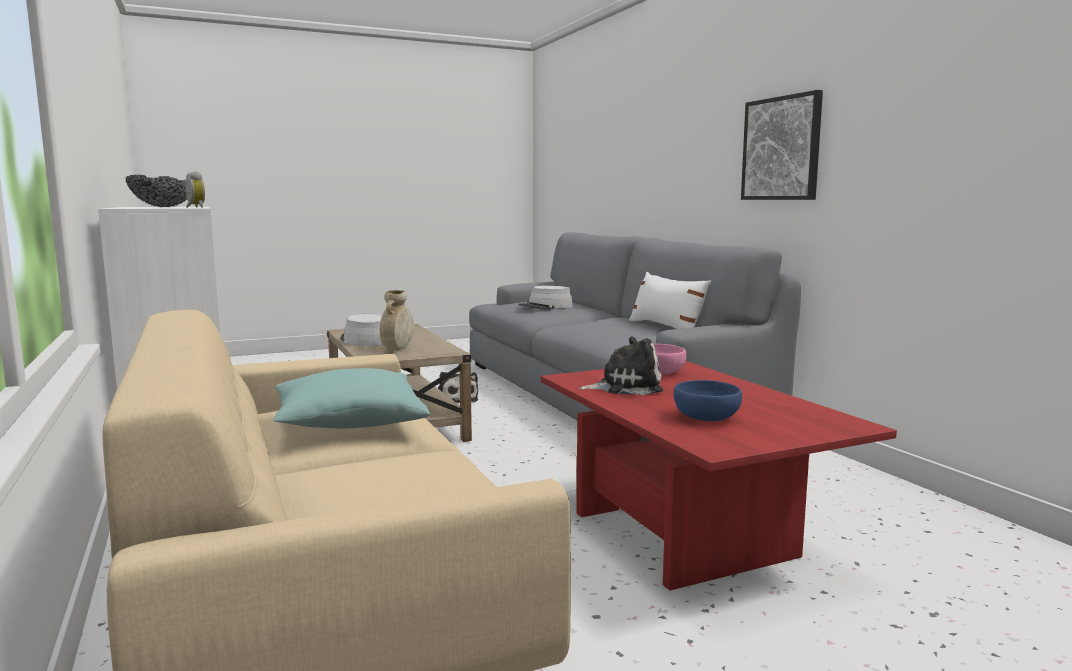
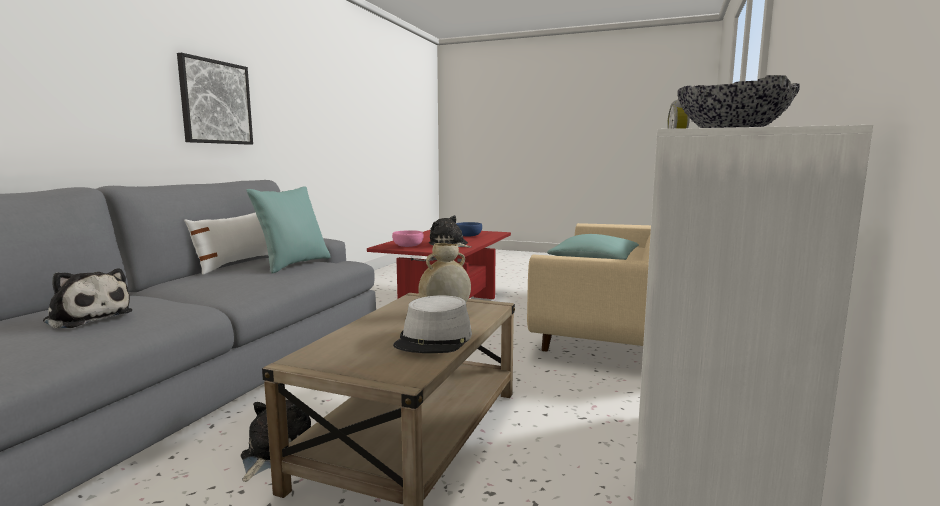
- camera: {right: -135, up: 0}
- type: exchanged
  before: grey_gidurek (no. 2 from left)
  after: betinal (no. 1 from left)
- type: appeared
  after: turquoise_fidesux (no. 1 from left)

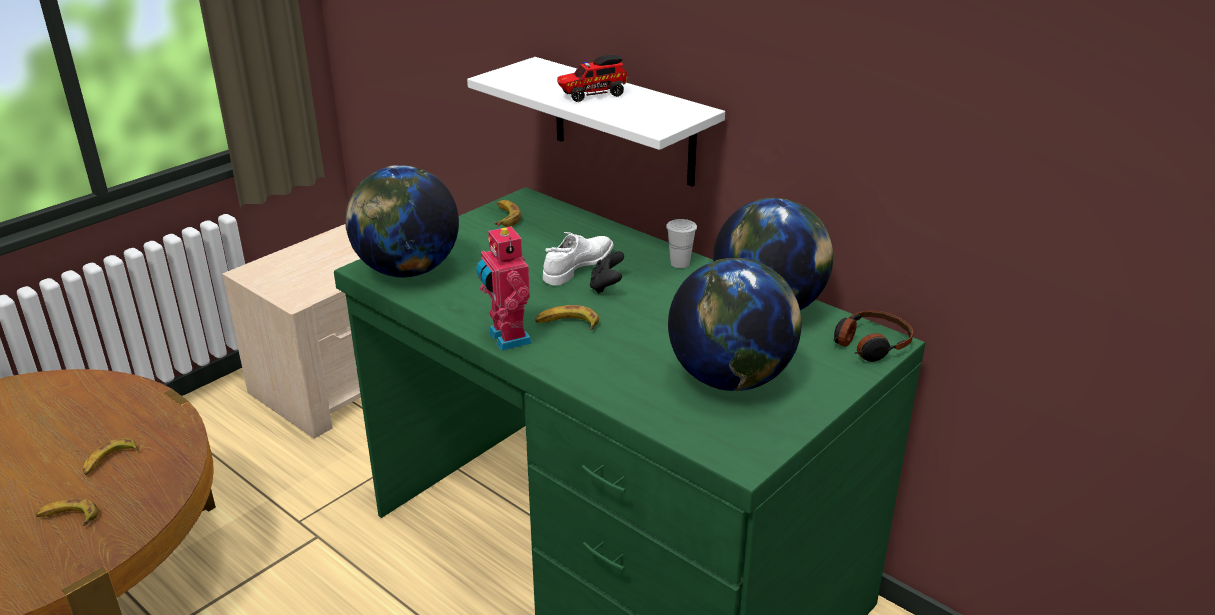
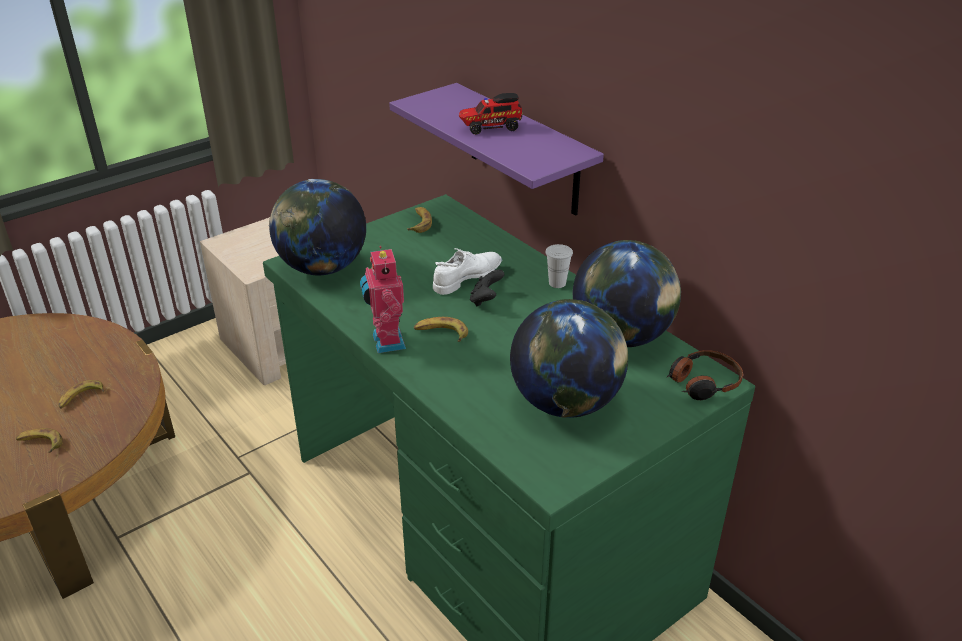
- camera: {right: 10, up: 5}
- type: colour
  before: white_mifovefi
  after: purple_mifovefi

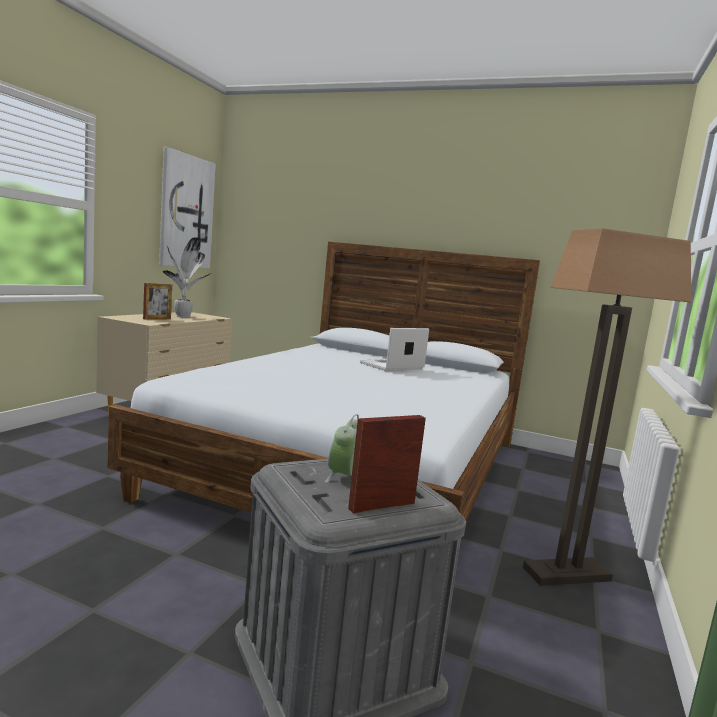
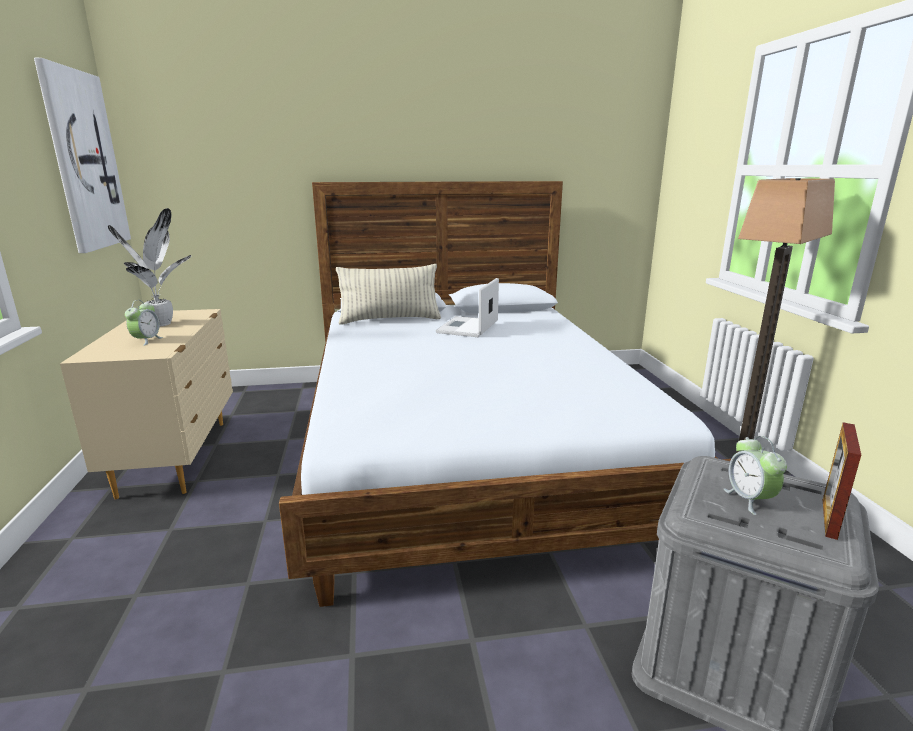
- camera: {right: -30, up: 10}
- type: exchanged
  before: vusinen (no. 1 from left)
  after: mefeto (no. 1 from left)
- type: appeared
  after: fidesux

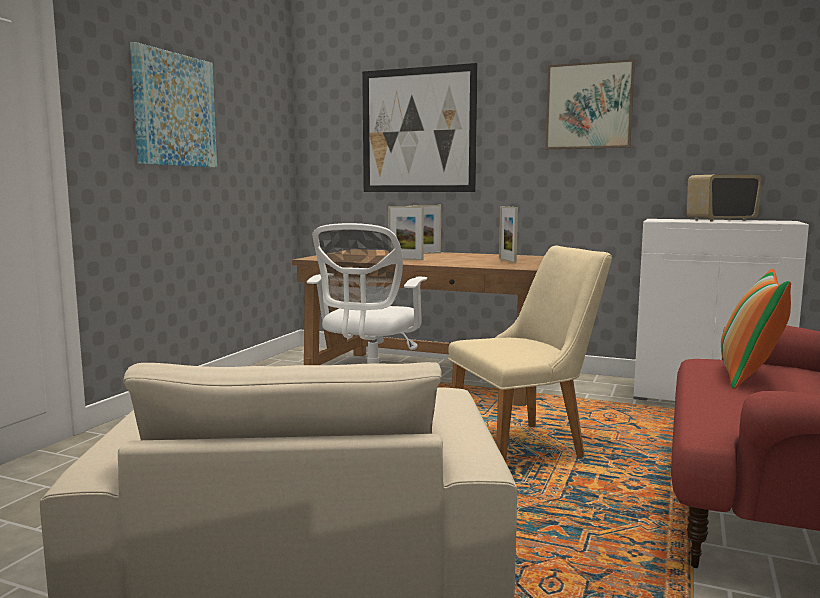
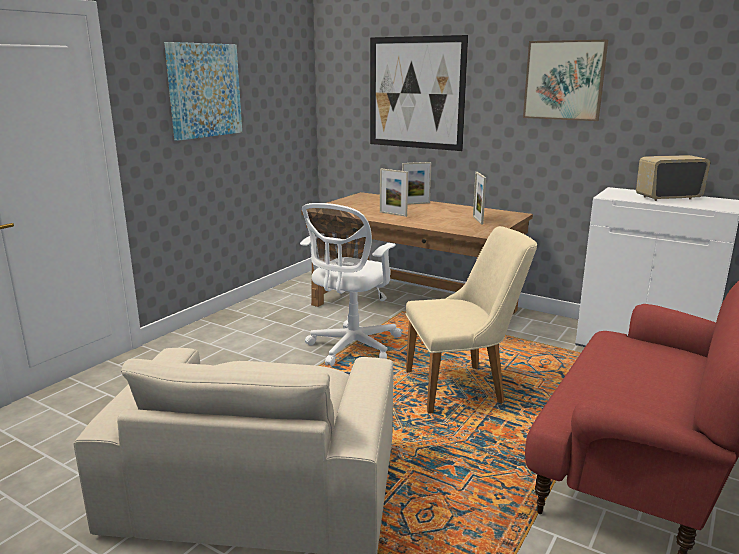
- camera: {right: 10, up: 10}
- type: missing
  before: fidesux

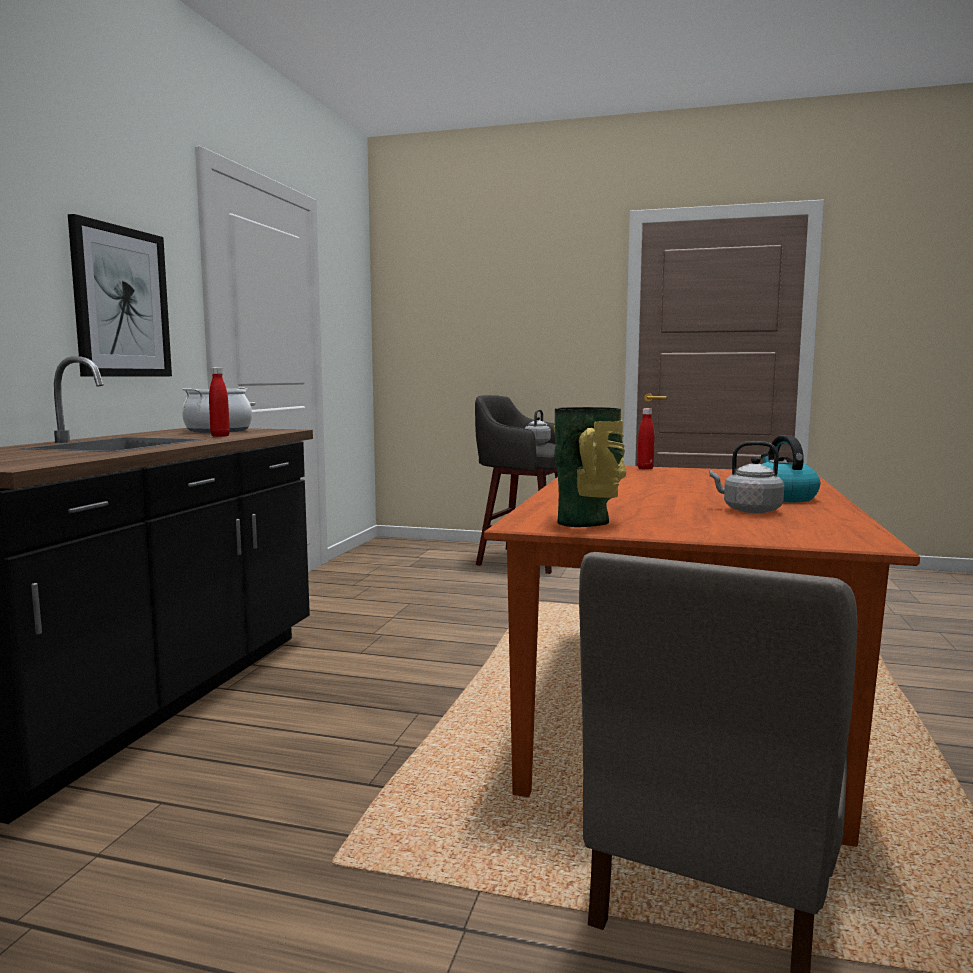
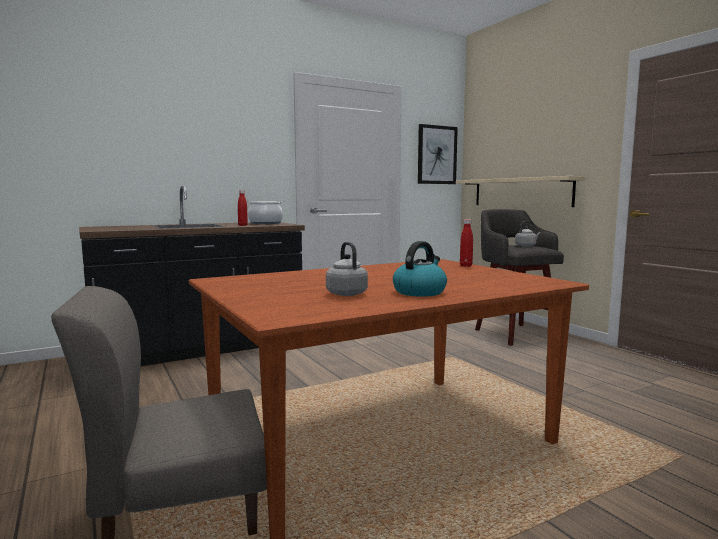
- camera: {right: 45, up: 0}
- type: relocated
  before: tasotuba
- type: missing
  before: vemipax
- type: appeared
  after: beige_mifovefi

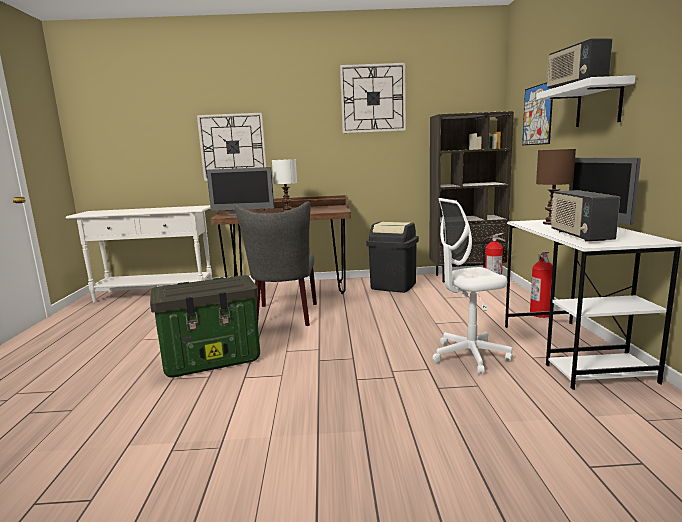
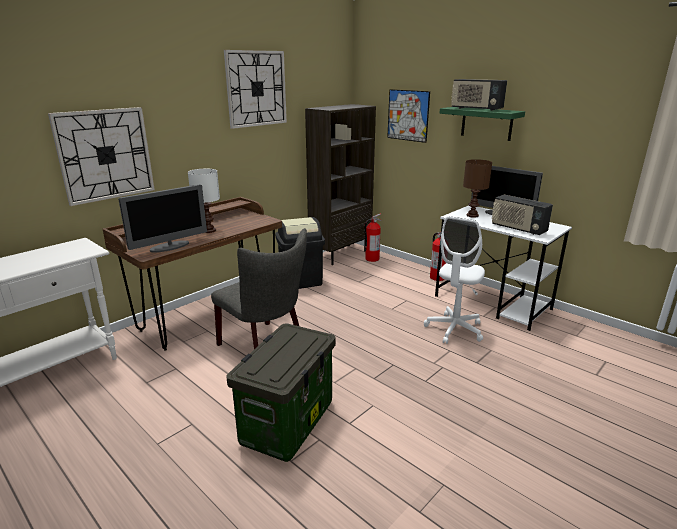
- camera: {right: -45, up: 10}
- type: colour
  before: white_mifovefi
  after: green_mifovefi

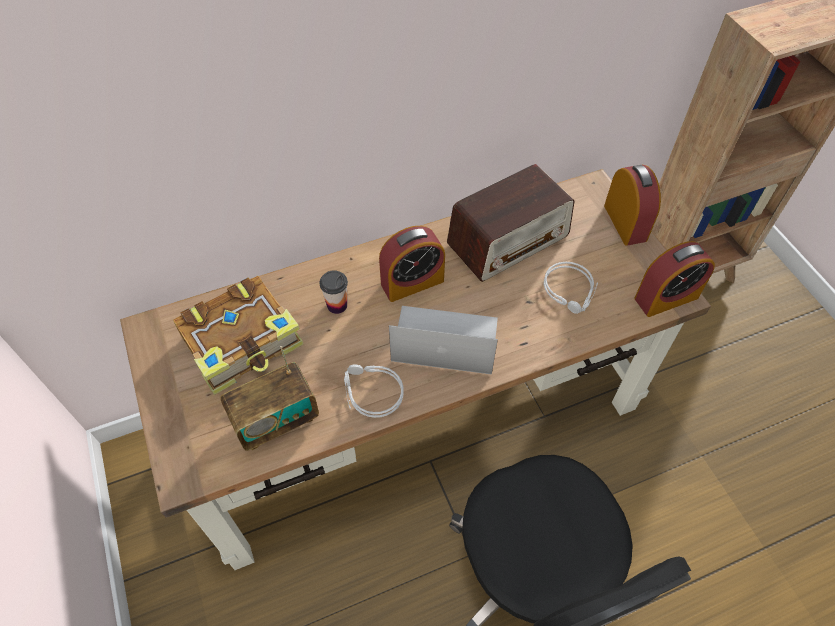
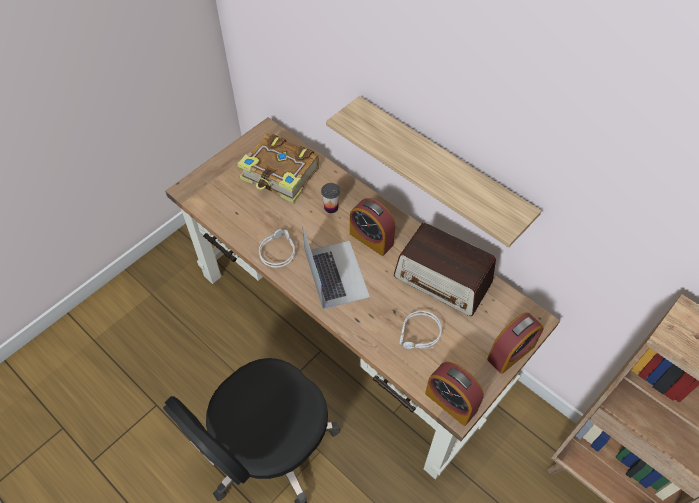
- camera: {right: 65, up: 0}
- type: missing
  before: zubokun (no. 1 from left)
- type: appeared
  after: mifovefi

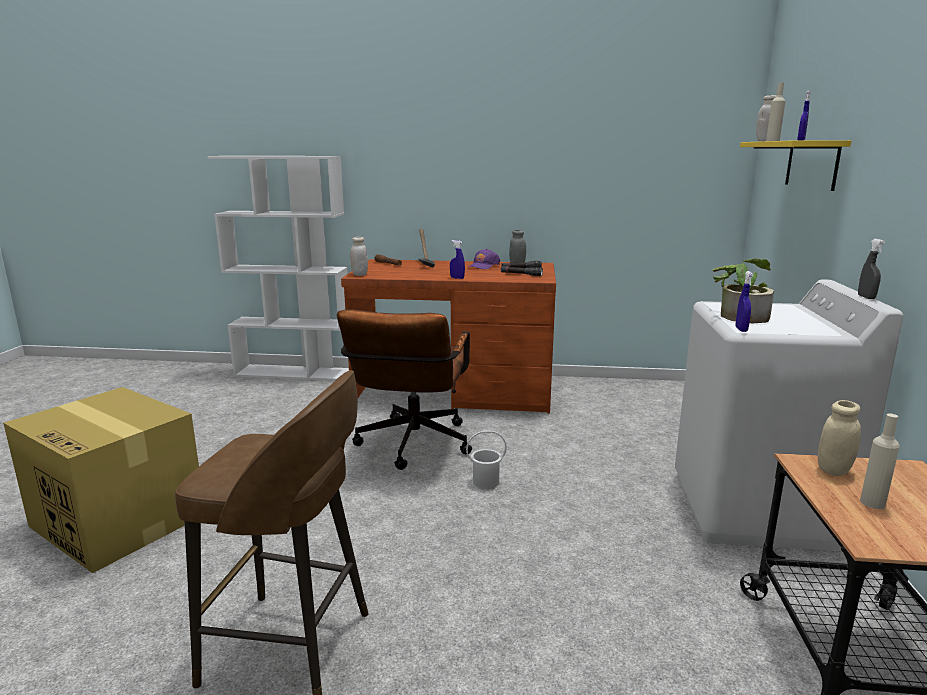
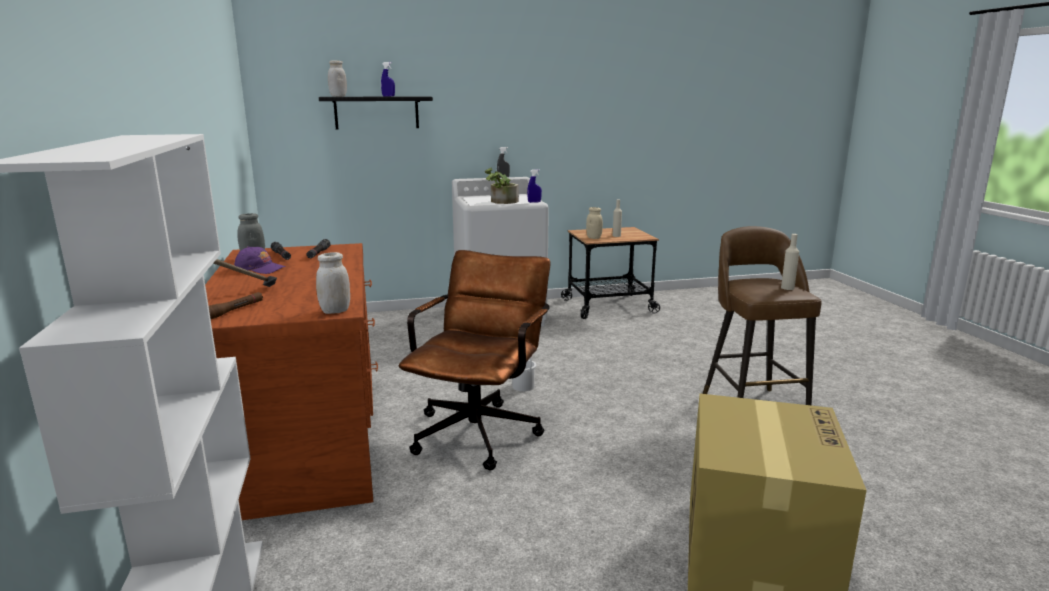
- camera: {right: -110, up: 0}
- type: relocated
  before: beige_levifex (no. 1 from left in the first image)
  after: beige_levifex (no. 2 from left)
- type: colour
  before: yellow_mifovefi
  after: black_mifovefi
- type: missing
  before: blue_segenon (no. 1 from left)
- type: spun
  before: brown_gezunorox
  turn: -60

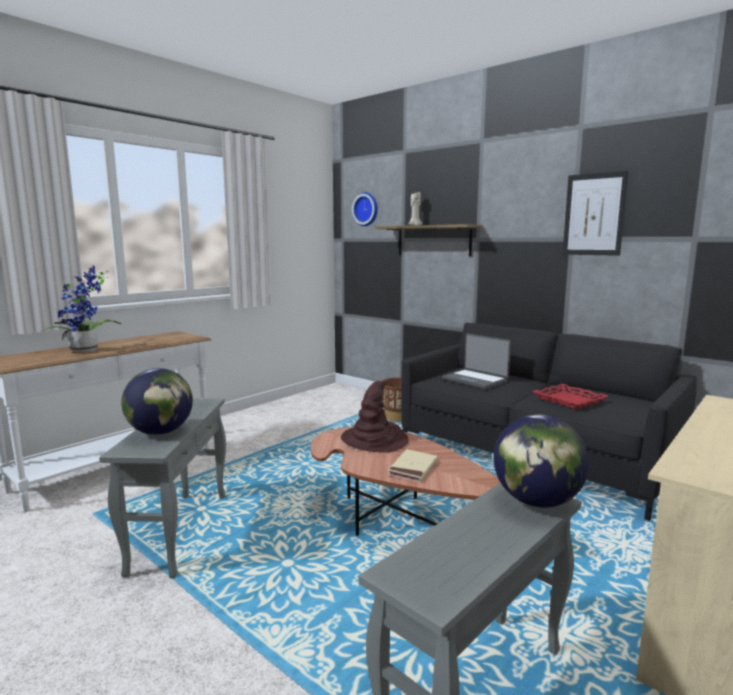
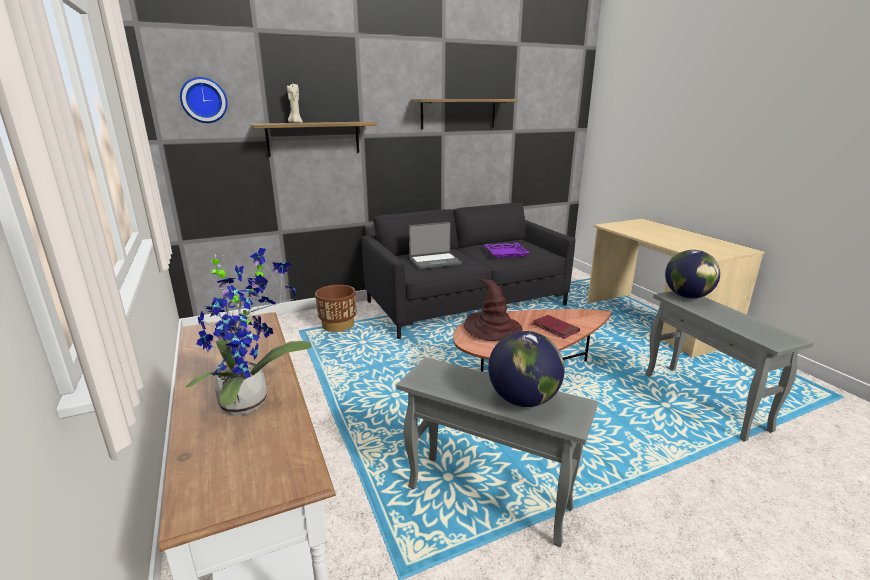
- camera: {right: -65, up: 10}
- type: exchanged
  before: tasotuba
  after: mifovefi (no. 2 from left)
- type: colour
  before: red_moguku
  after: purple_moguku
- type: colour
  before: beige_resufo
  after: red_resufo

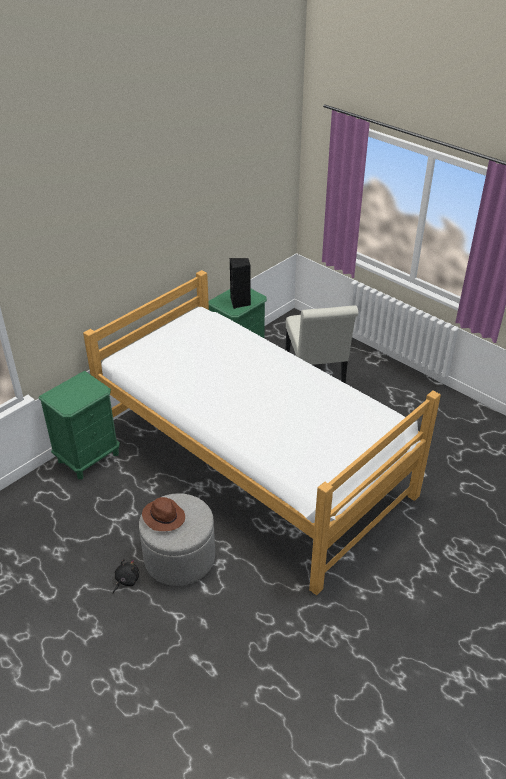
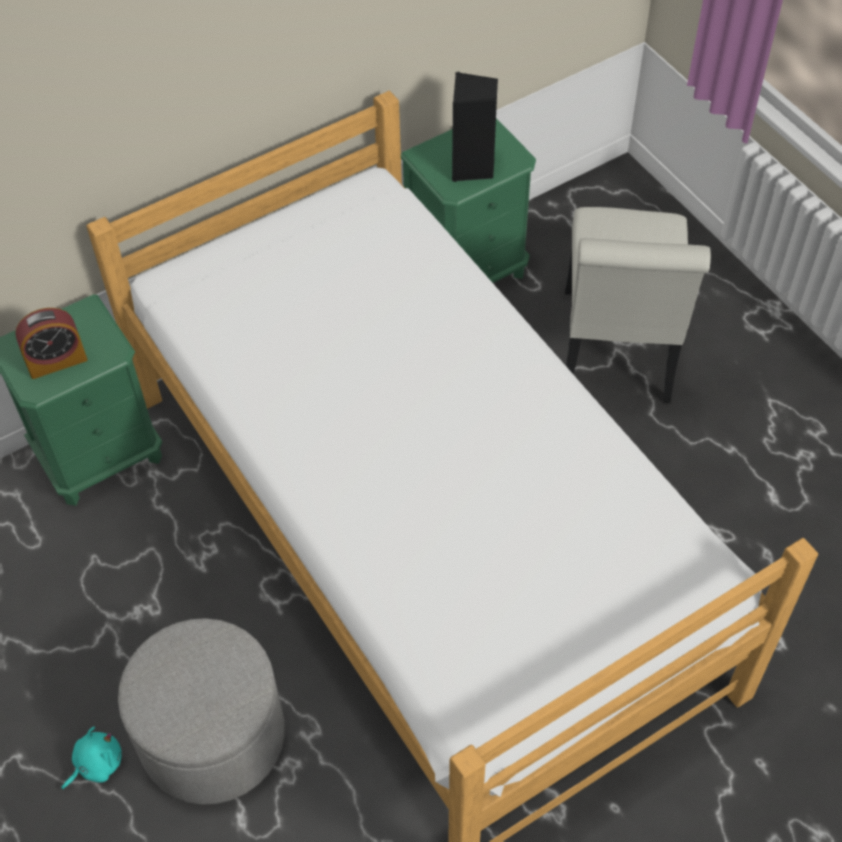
- camera: {right: 15, up: 15}
- type: missing
  before: brown_gidurek
- type: colour
  before: black_betinal
  after: turquoise_betinal
- type: appeared
  after: mefeto

